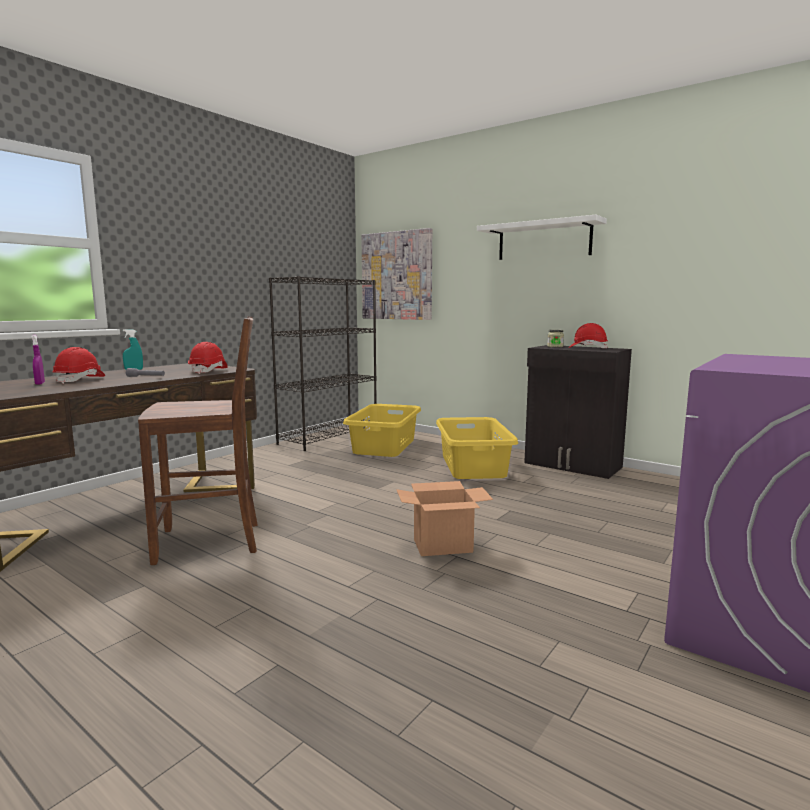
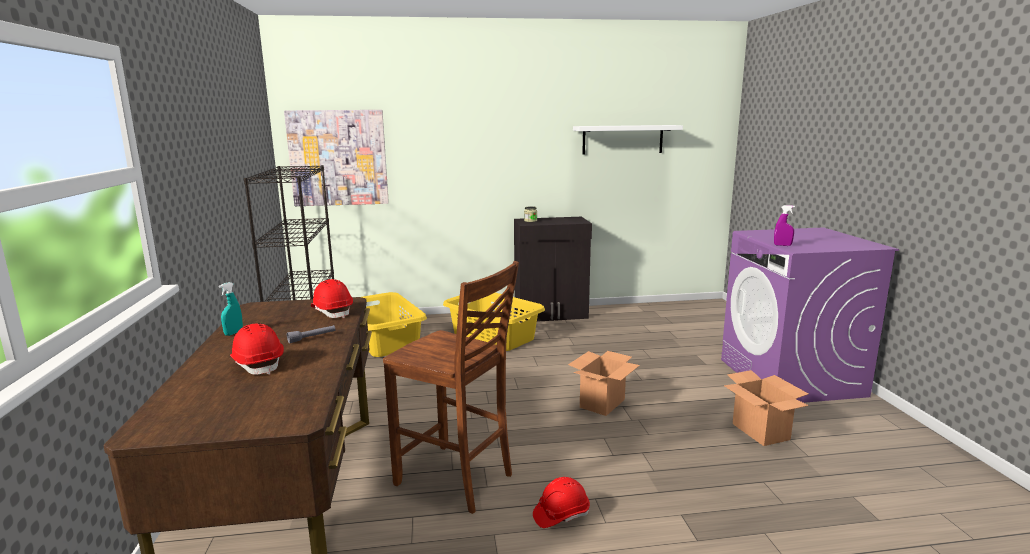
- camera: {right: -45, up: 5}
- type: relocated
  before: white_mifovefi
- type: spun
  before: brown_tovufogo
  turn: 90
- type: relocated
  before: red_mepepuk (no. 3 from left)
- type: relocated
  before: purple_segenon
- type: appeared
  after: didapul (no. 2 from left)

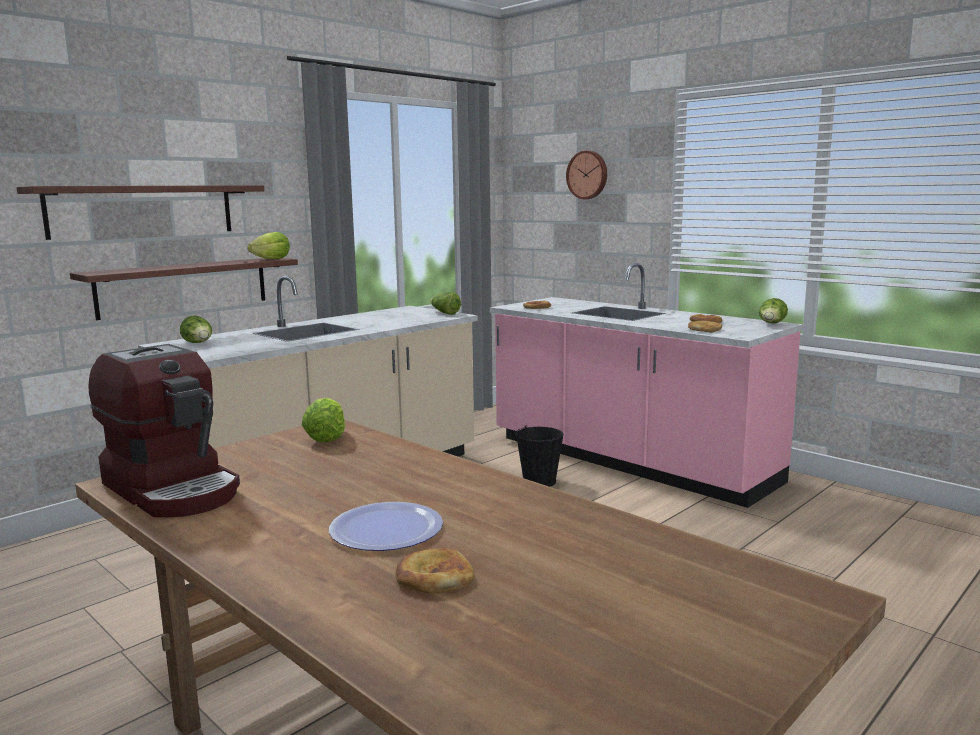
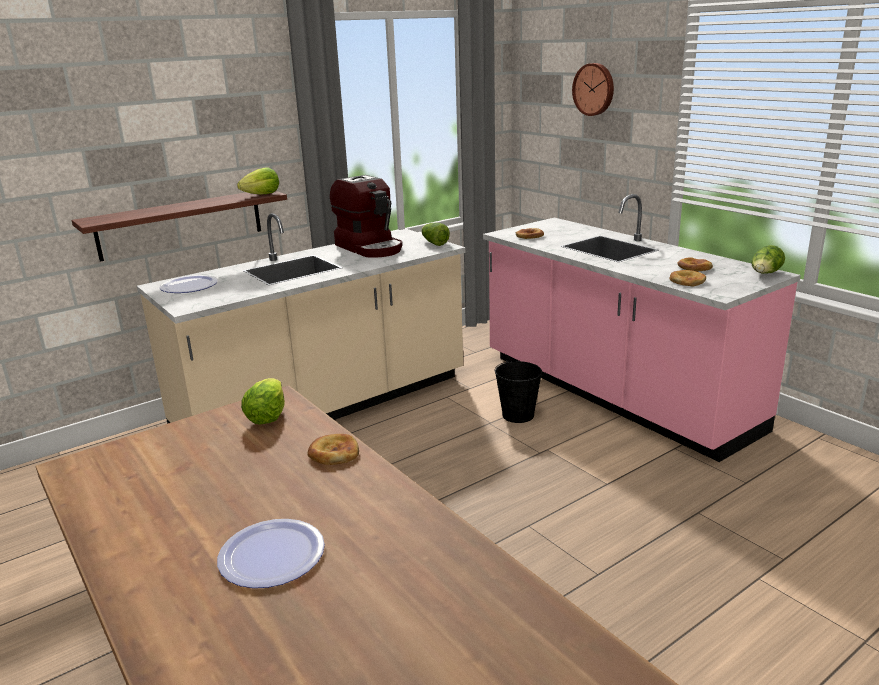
- camera: {right: 10, up: 10}
- type: missing
  before: mifovefi (no. 1 from left)
- type: exchanged
  before: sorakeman (no. 1 from left)
  after: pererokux (no. 1 from left)
- type: relocated
  before: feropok
- type: relocated
  before: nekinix (no. 1 from left)

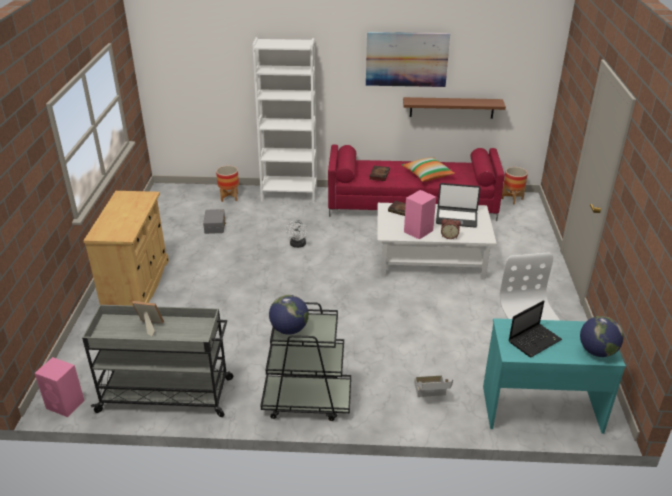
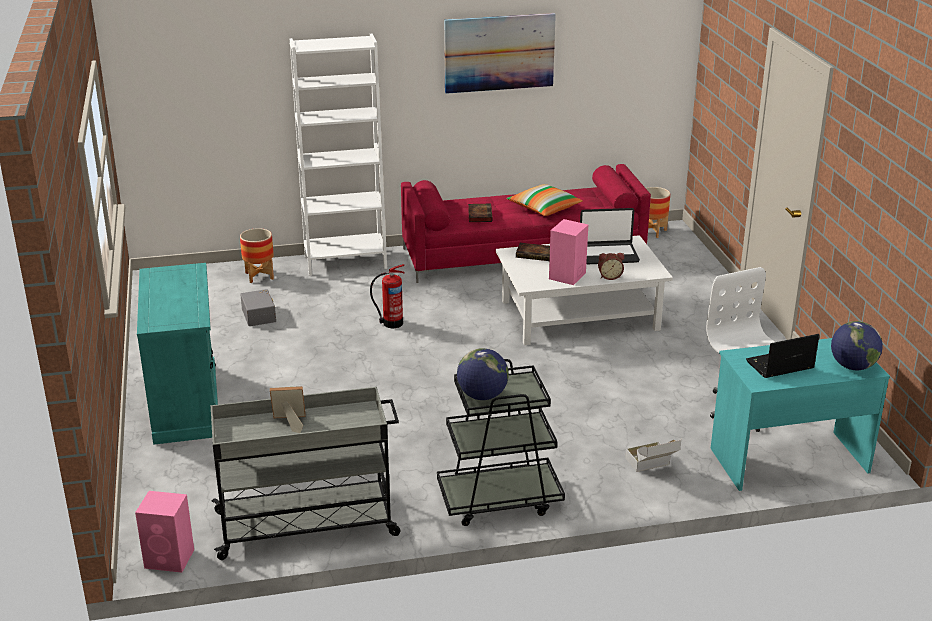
- camera: {right: -15, up: -5}
- type: missing
  before: brown_mifovefi
- type: colour
  before: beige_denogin
  after: turquoise_denogin
- type: exchanged
  before: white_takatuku
  after: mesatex
- type: spun
  before: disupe (no. 2 from left)
  turn: -150

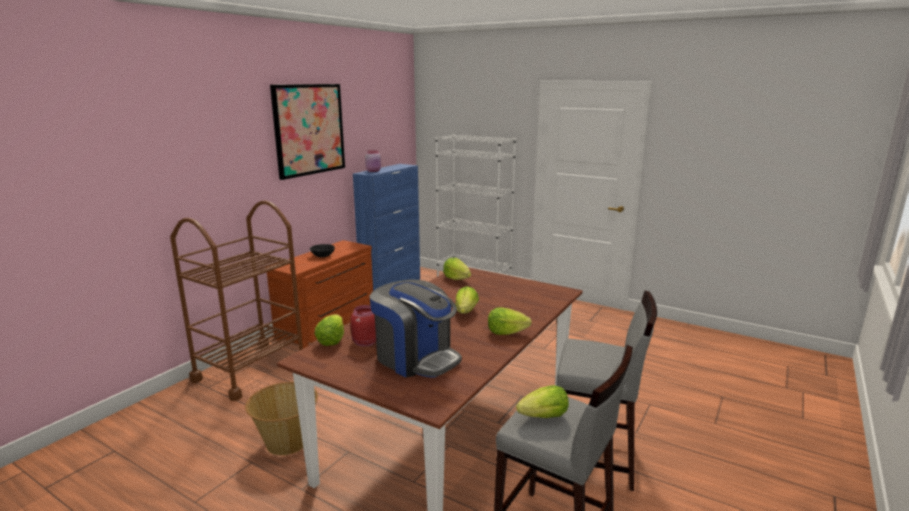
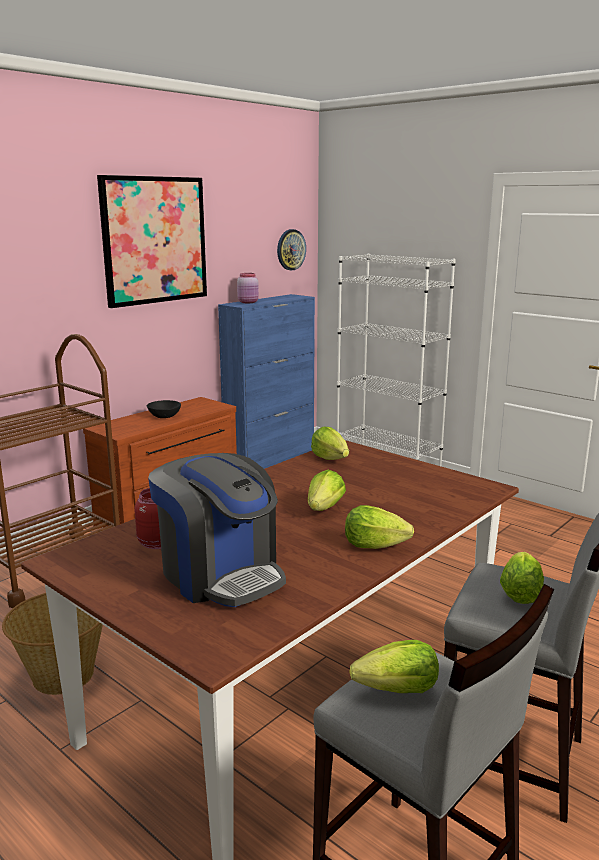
- camera: {right: 10, up: 0}
- type: relocated
  before: sorakeman (no. 1 from left in the first image)
  after: sorakeman (no. 5 from left)
- type: appeared
  after: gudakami

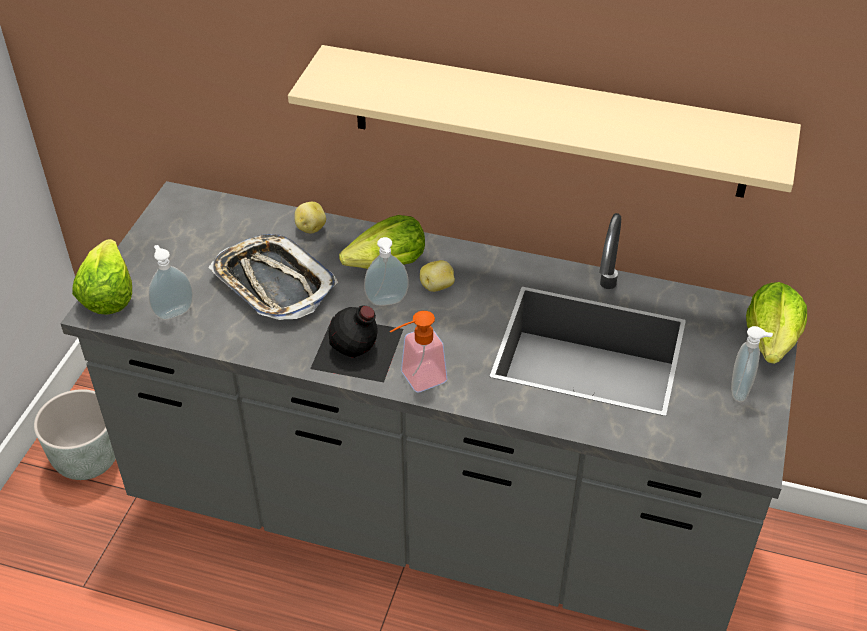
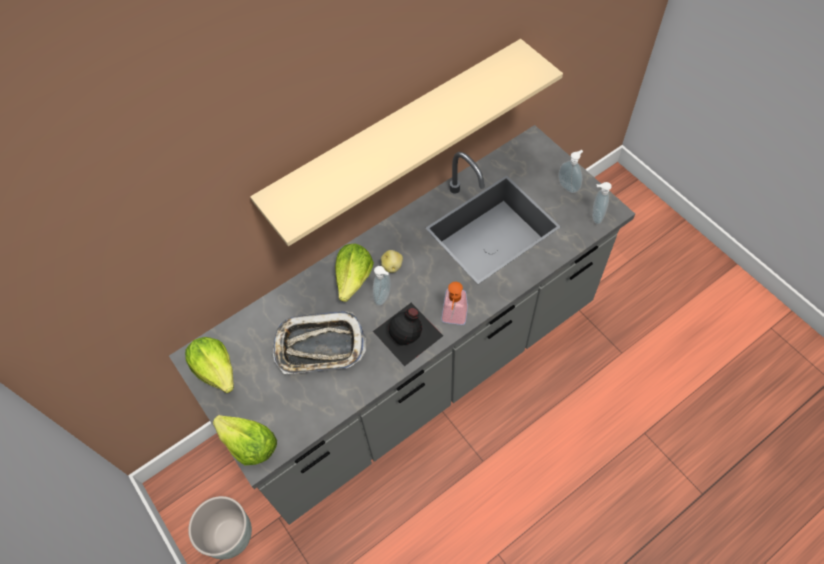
- camera: {right: -50, up: 15}
- type: missing
  before: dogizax (no. 1 from left)
- type: relocated
  before: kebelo (no. 1 from left in the first image)
  after: kebelo (no. 4 from left)
- type: relocated
  before: sorakeman (no. 3 from left in the first image)
  after: sorakeman (no. 1 from left)

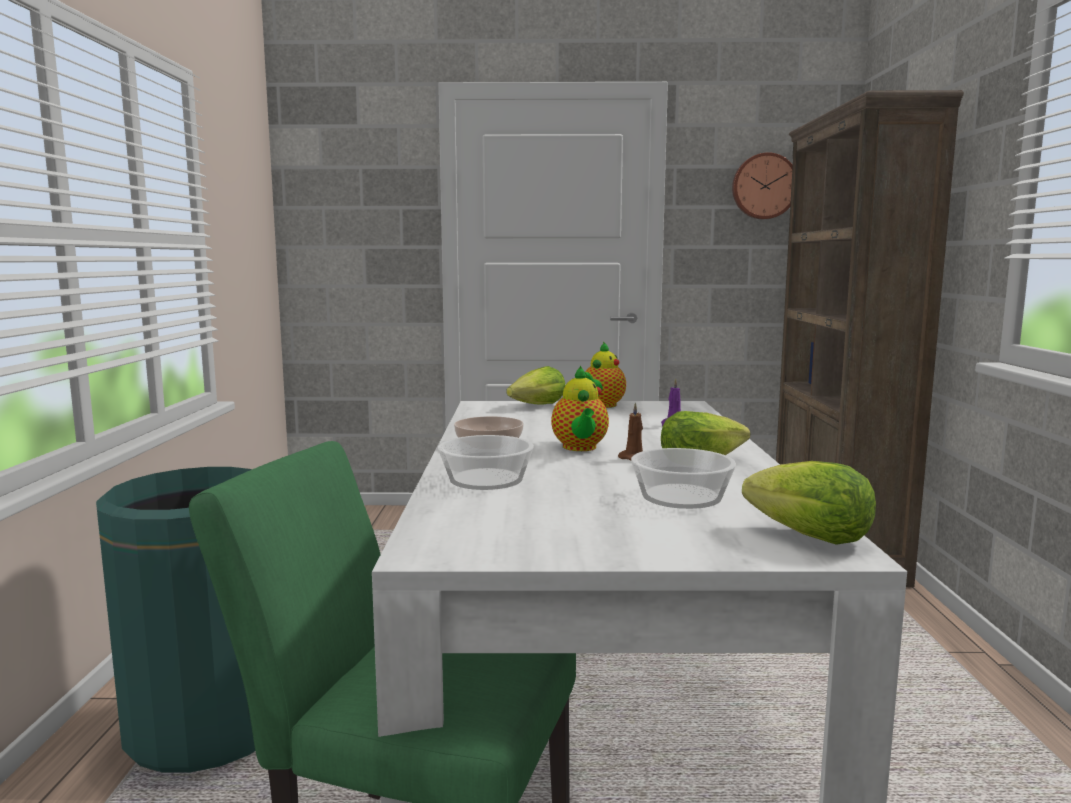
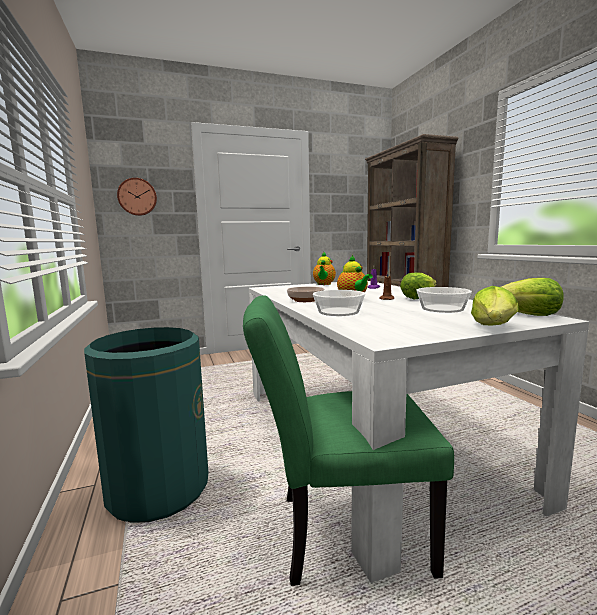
- camera: {right: -20, up: 0}
- type: relocated
  before: gudakami
- type: relocated
  before: sorakeman (no. 1 from left in the first image)
  after: sorakeman (no. 2 from left)

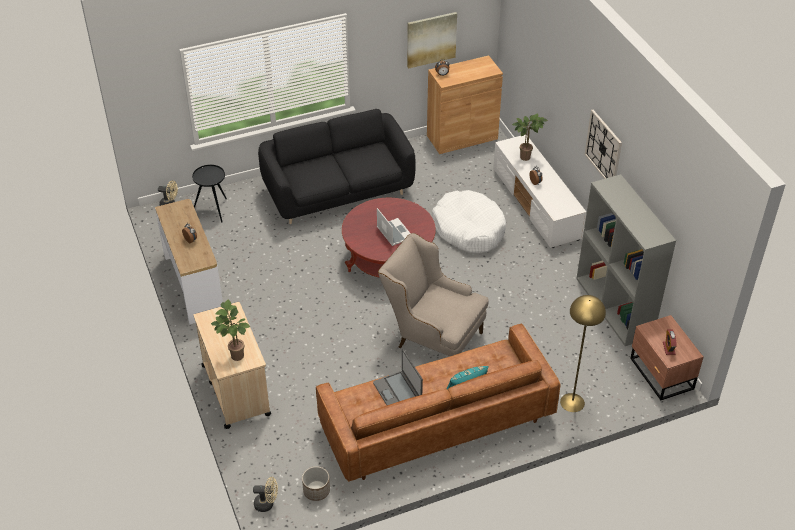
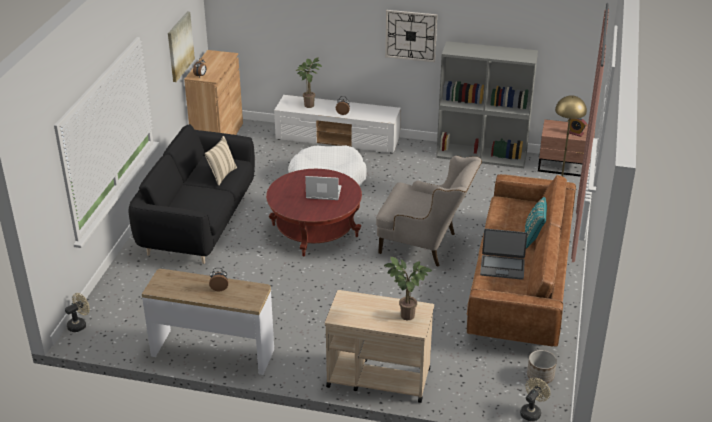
- camera: {right: -55, up: -10}
- type: missing
  before: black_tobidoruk
- type: spun
  before: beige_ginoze
  turn: -135
- type: appeared
  after: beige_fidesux

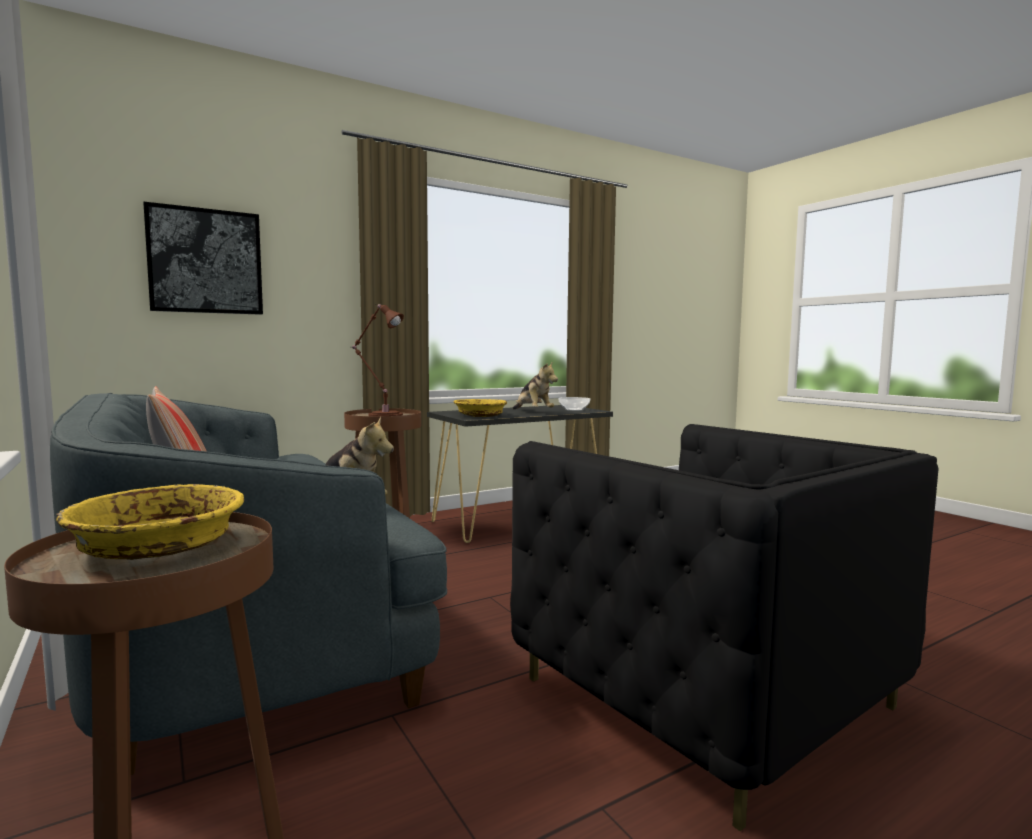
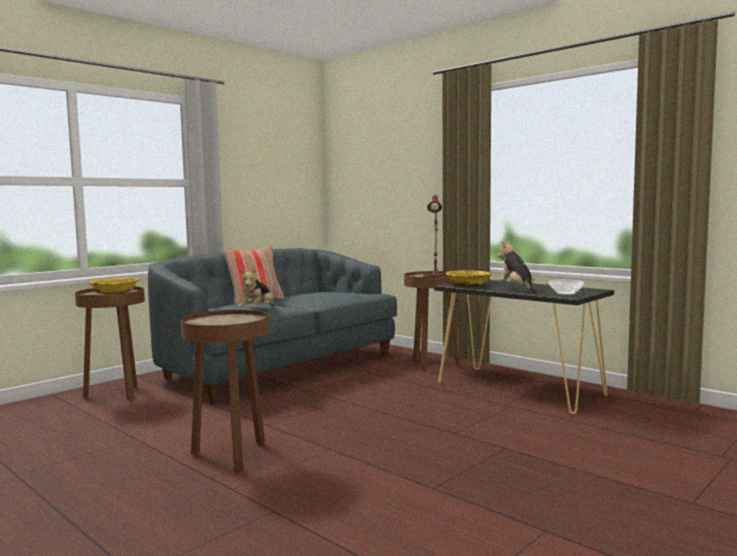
- camera: {right: 75, up: 0}
- type: missing
  before: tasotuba
- type: spun
  before: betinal (no. 2 from left)
  turn: 120
- type: exchanged
  before: black_ginoze
  after: brown_tobidoruk (no. 2 from left)

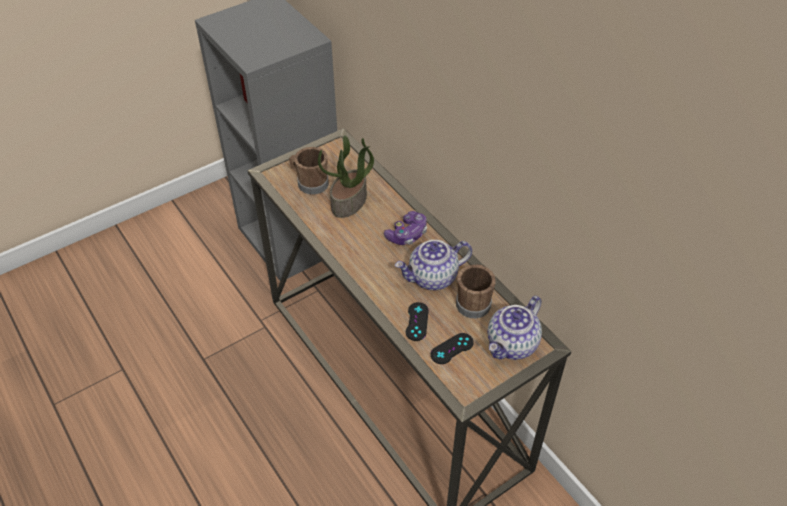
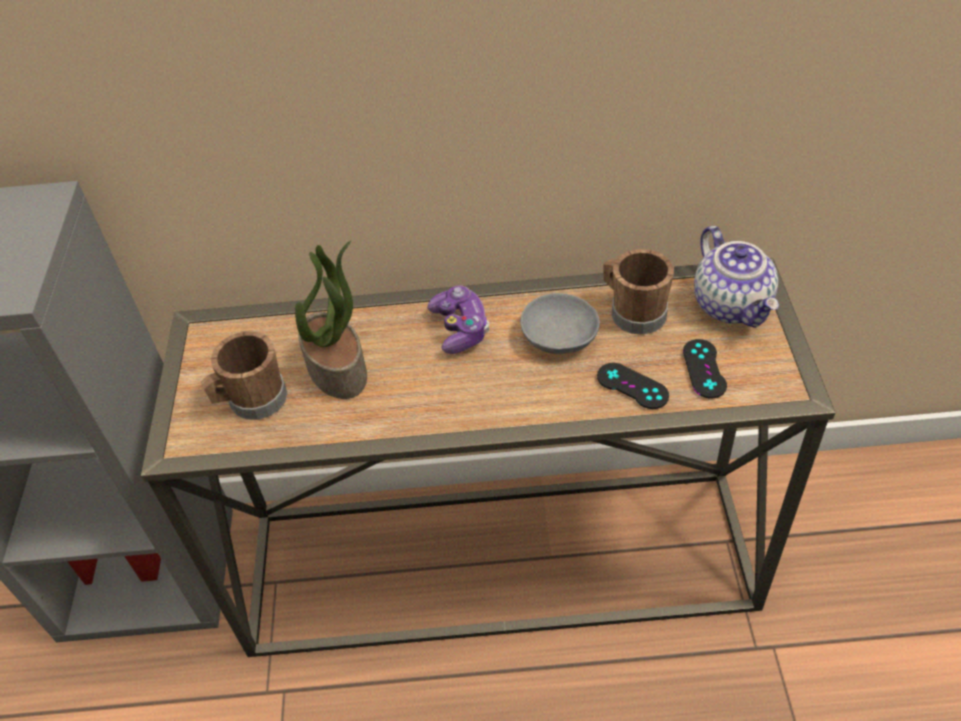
- camera: {right: -55, up: 0}
- type: exchanged
  before: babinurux (no. 1 from left)
  after: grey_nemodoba

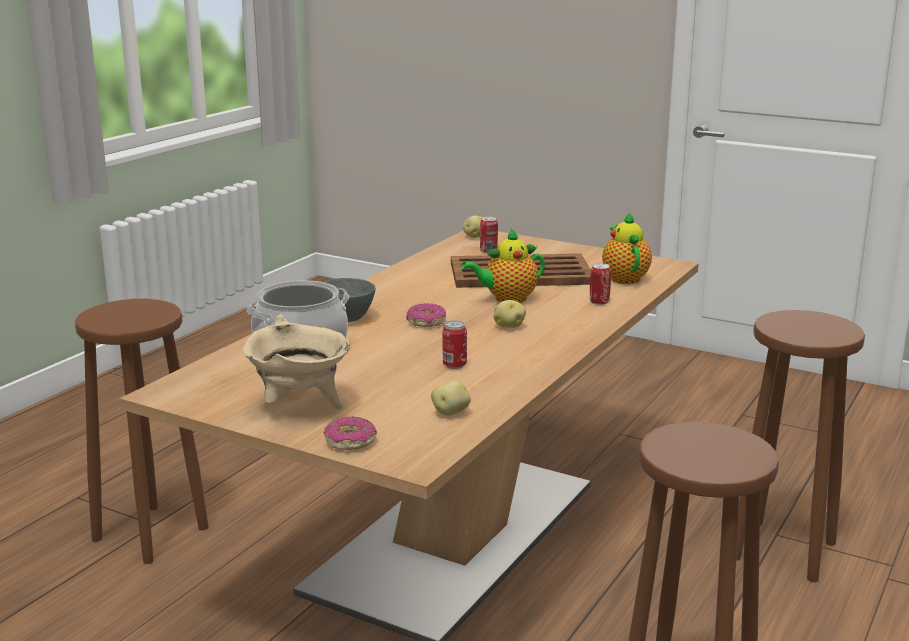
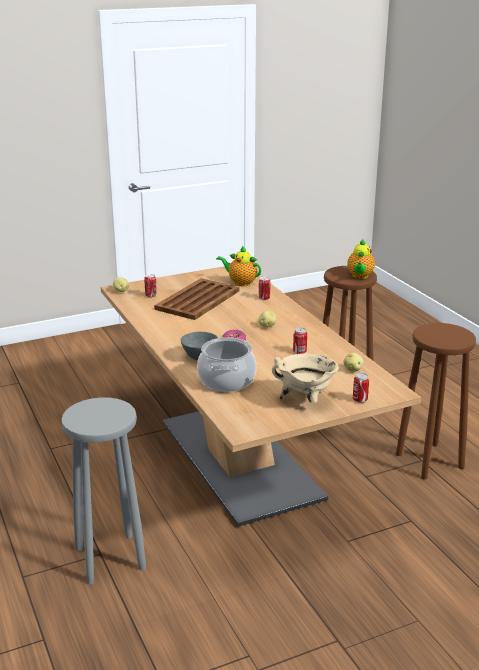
- camera: {right: -55, up: 5}
- type: relocated
  before: babinurux (no. 1 from left in the first image)
  after: babinurux (no. 2 from left)
- type: colour
  before: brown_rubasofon (no. 1 from left)
  after: grey_rubasofon
- type: exchanged
  before: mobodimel (no. 1 from left)
  after: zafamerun (no. 4 from left)

